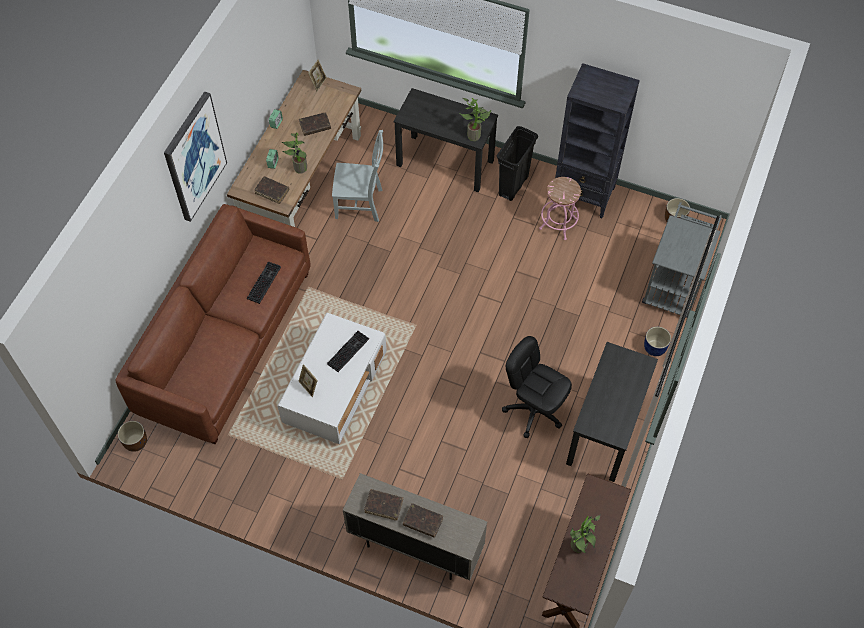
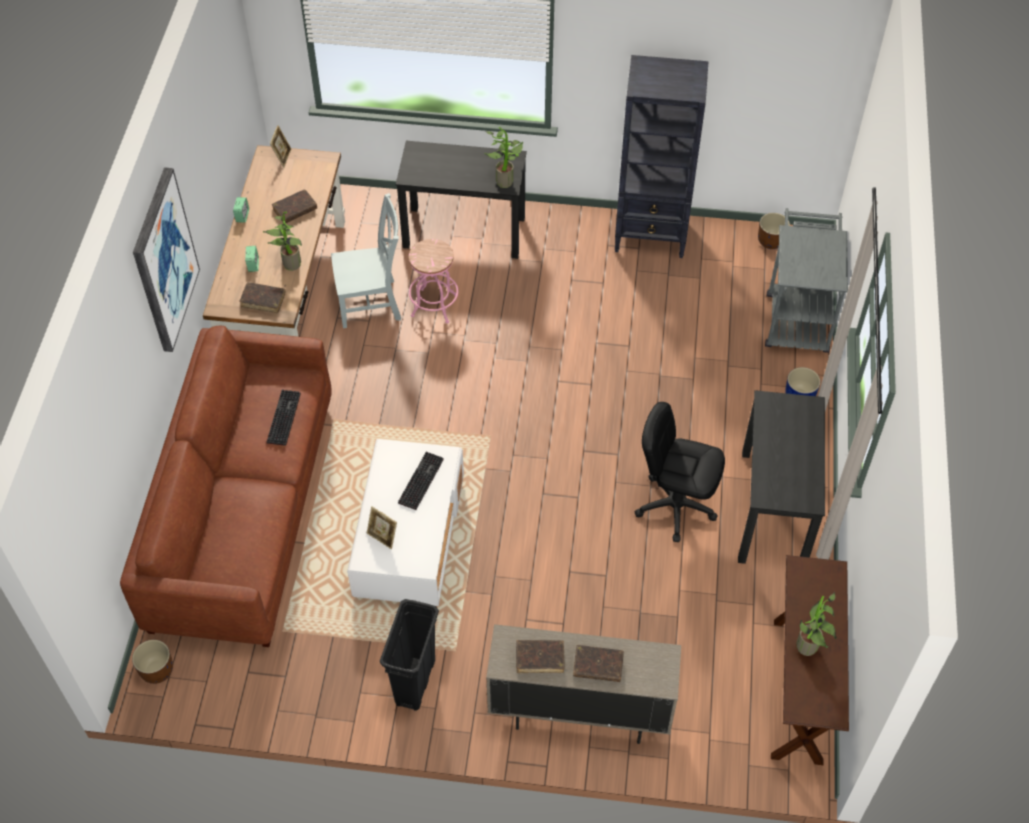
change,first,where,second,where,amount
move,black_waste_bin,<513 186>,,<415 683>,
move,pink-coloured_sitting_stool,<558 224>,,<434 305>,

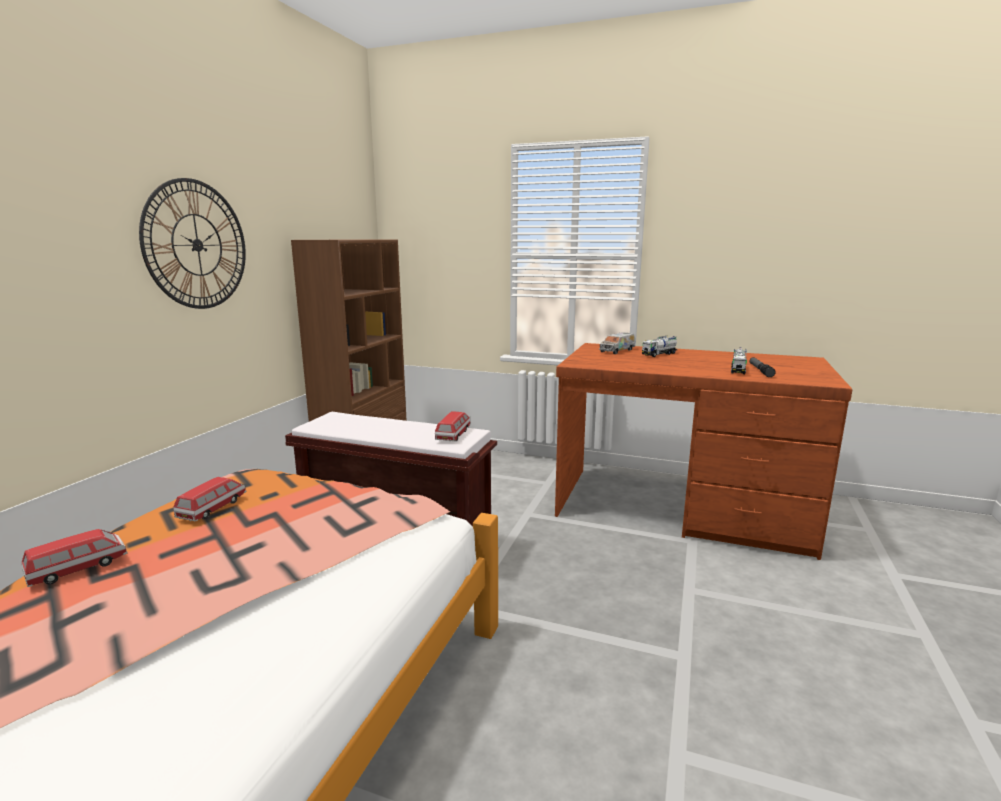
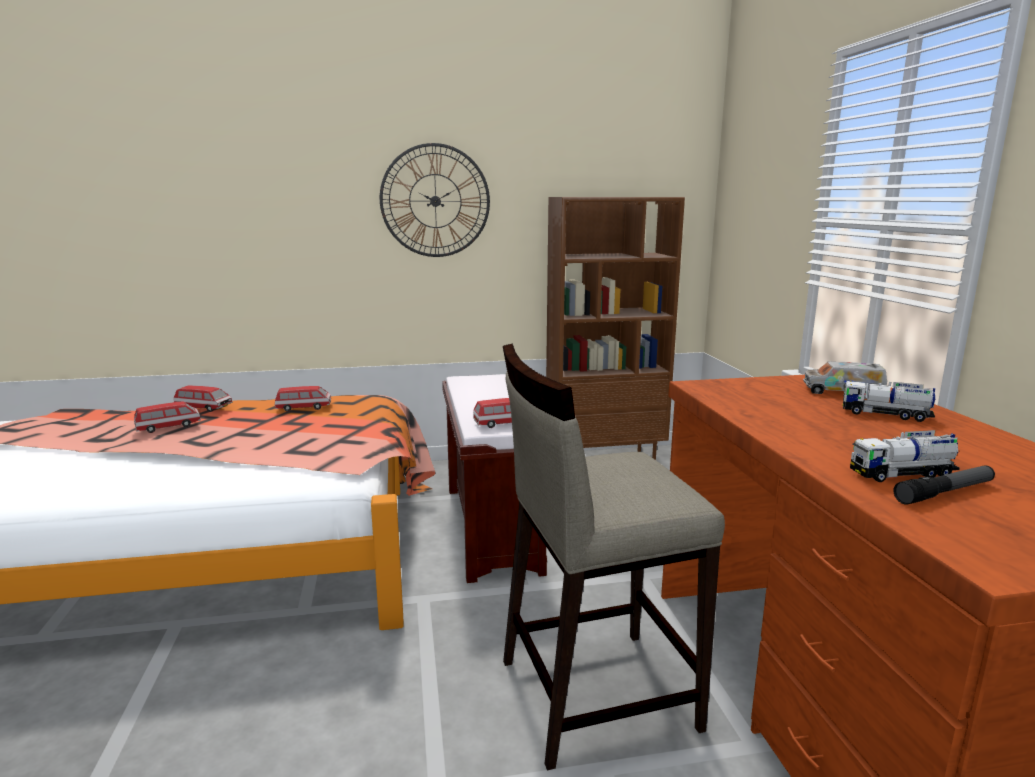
change,first,where,second,where,amount
insert,,,toy_car,<168 427>,
insert,,,sand-coloured_sitting_stool,<594 693>,

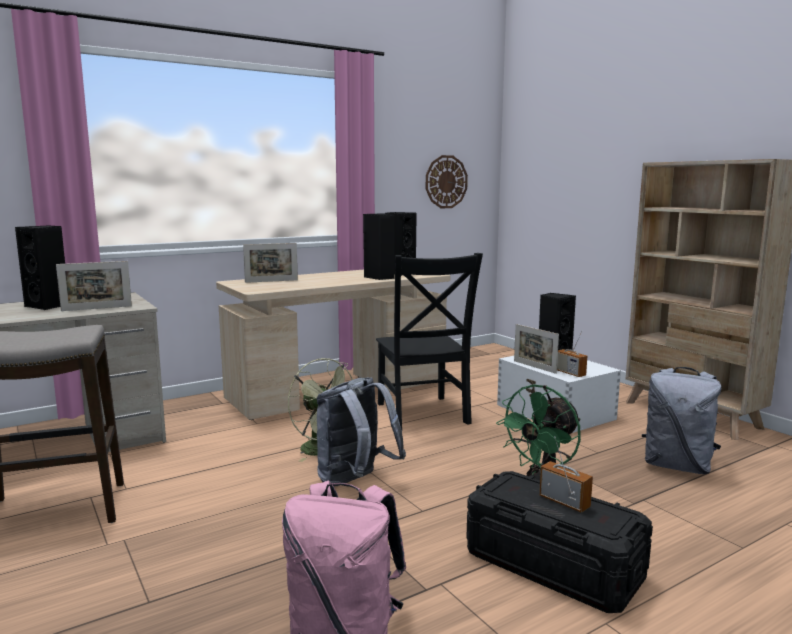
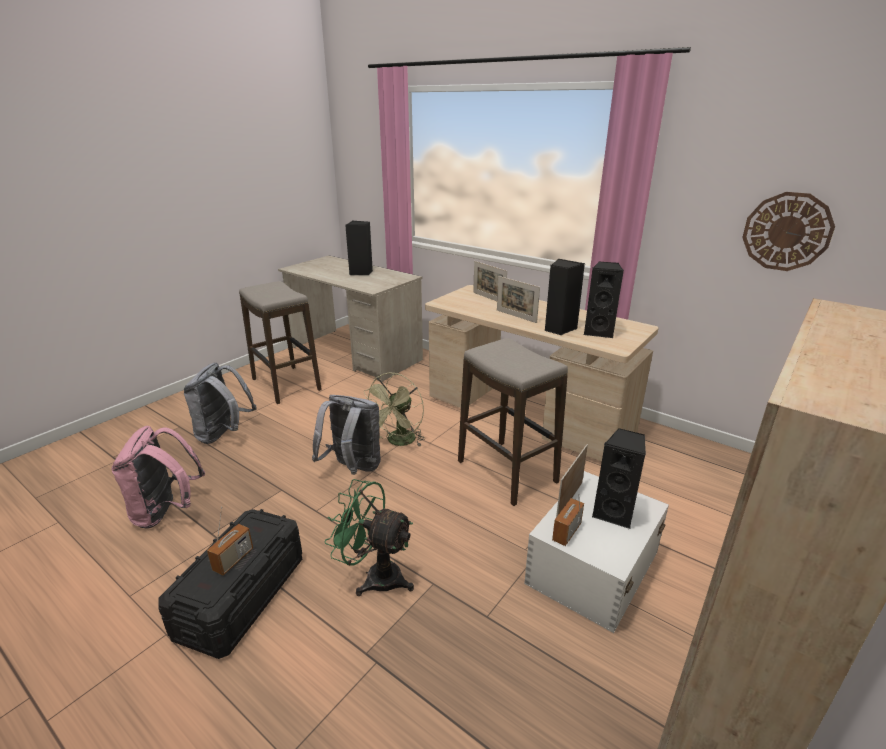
change,first,where,second,where,amount
move,standing_frame,<97 308>,,<516 316>,
move,gray_knapsack,<677 466>,,<223 434>,
replace,black_plain_chair,<423 415>,sitting_stool,<506 472>,

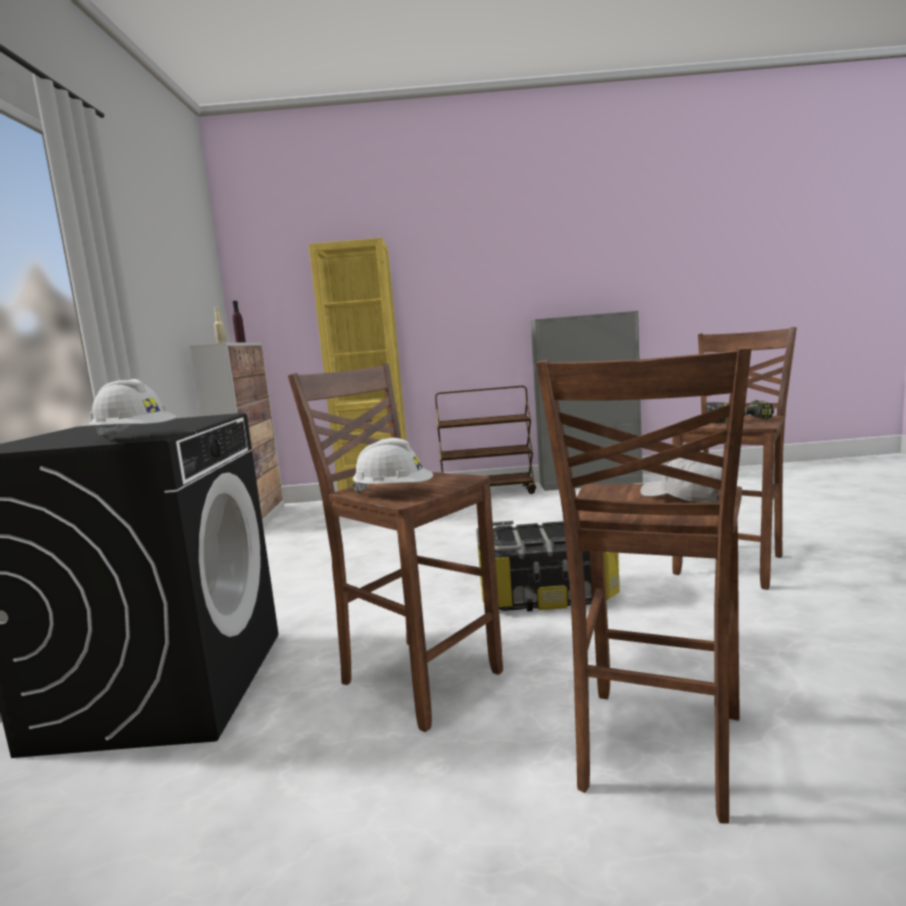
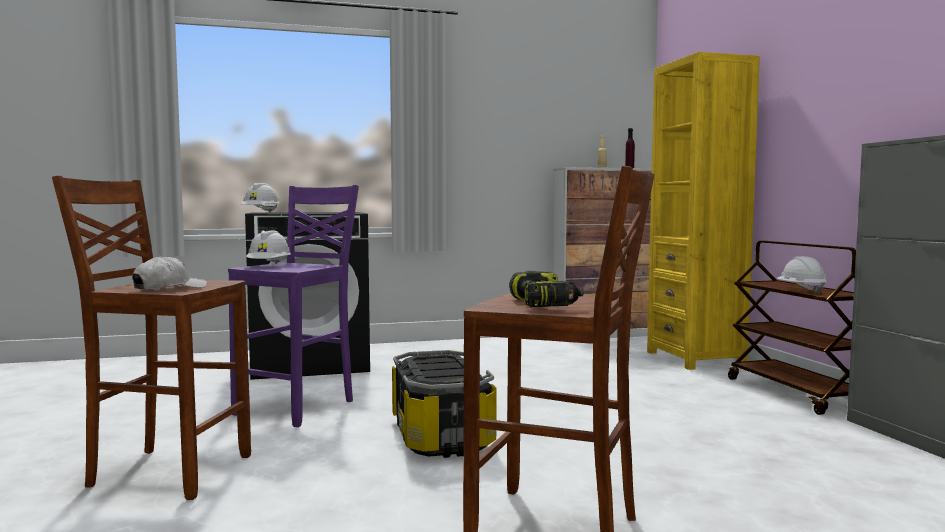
change,first,where,second,where,amount
insert,,,white-coloured_safety_helmet,<800 290>,
recolor,brown-coloured_sitting_stool,<417 677>,purple_sitting_stool,<299 407>,

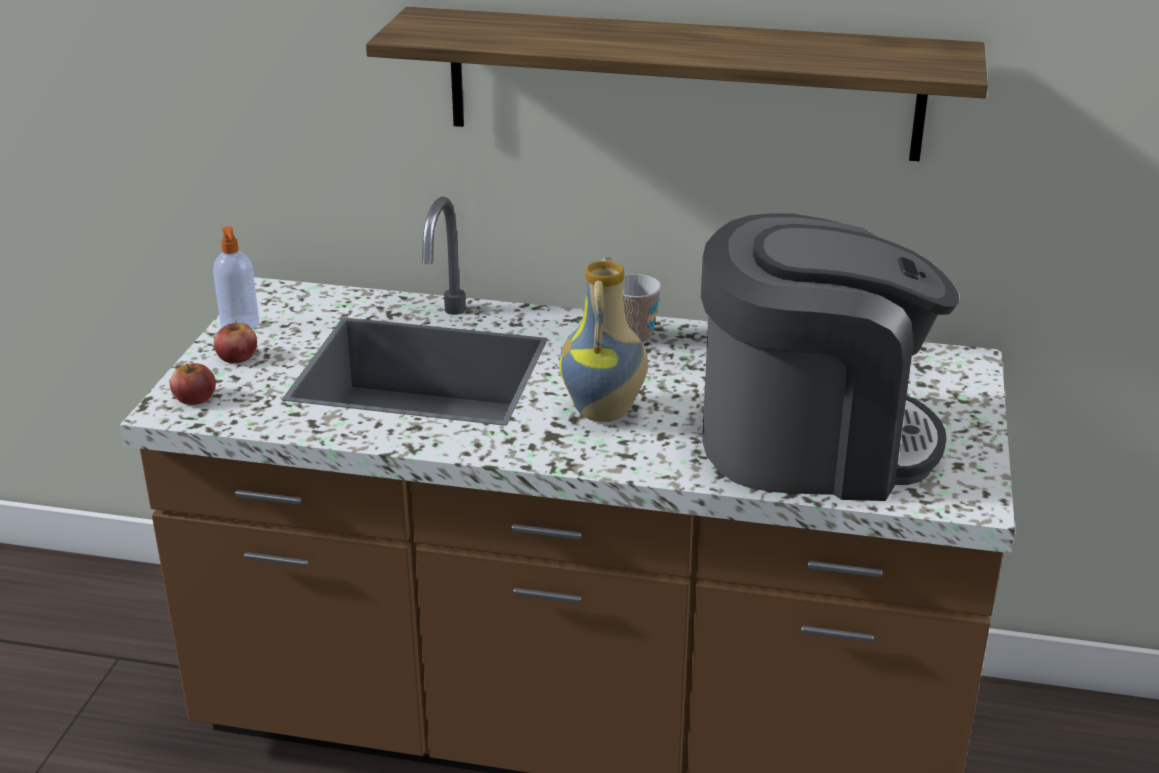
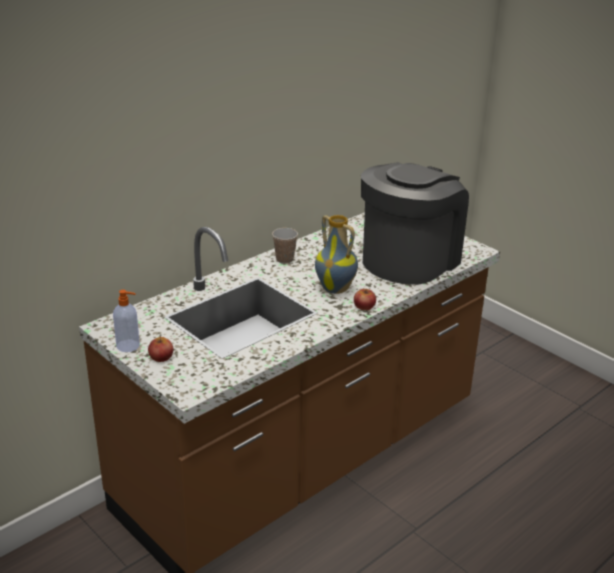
change,first,where,second,where,amount
delete,wall_shelf,<682 83>,,,
move,apple,<195 397>,,<364 306>,

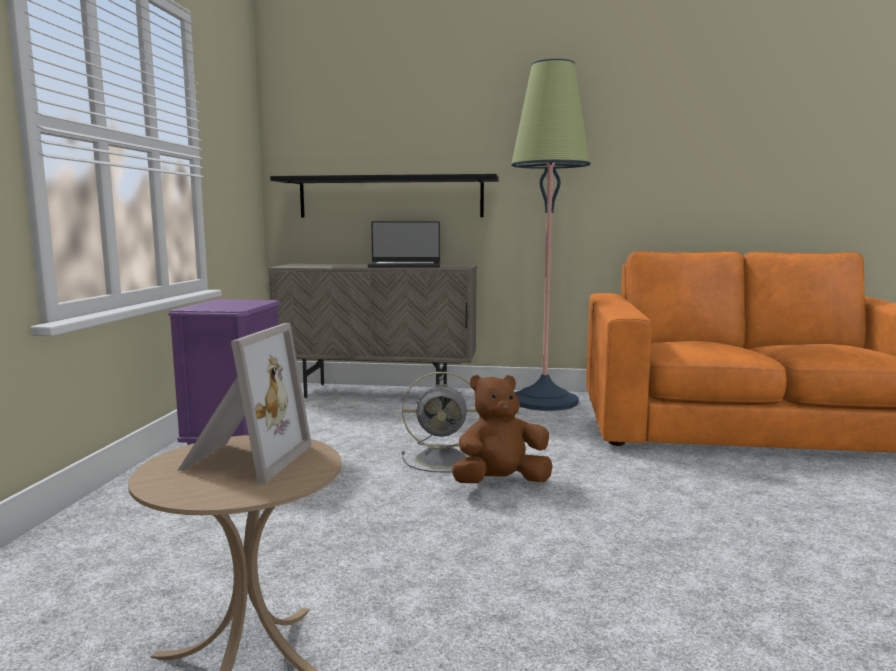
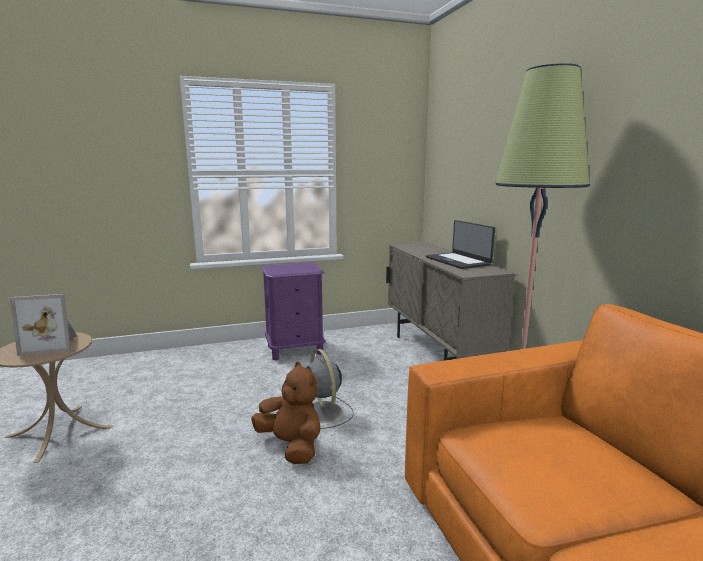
change,first,where,second,where,amount
delete,black_wall_shelf,<390 197>,,,

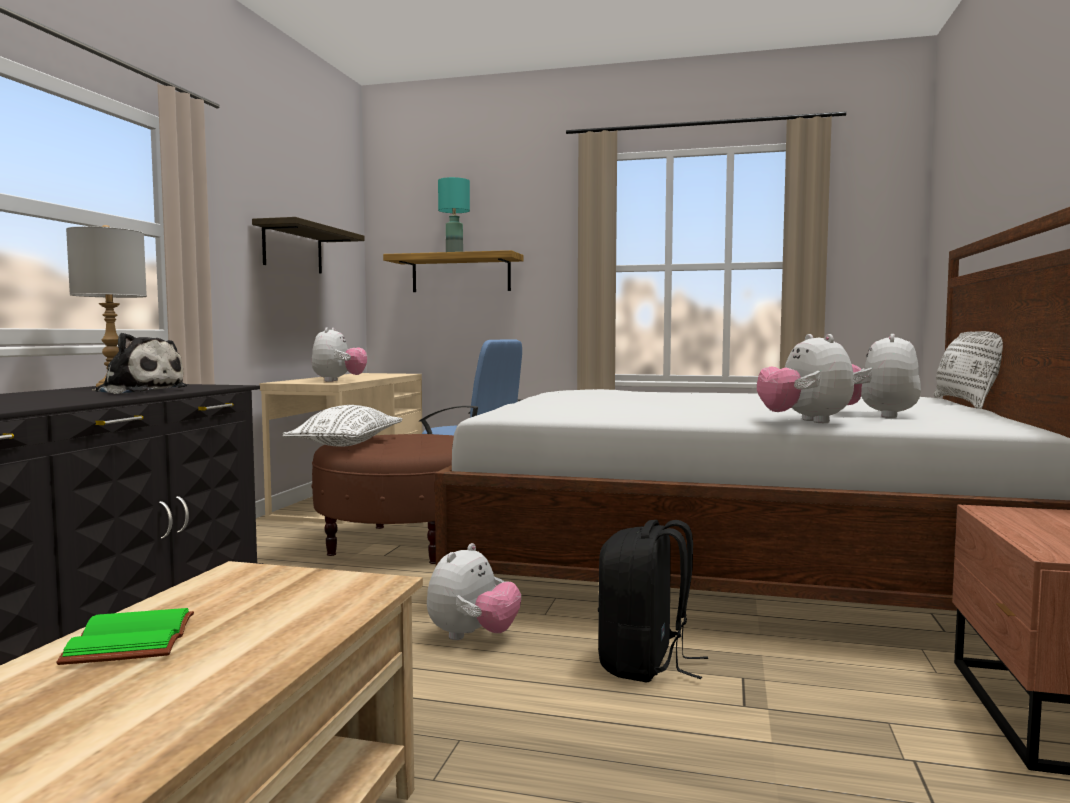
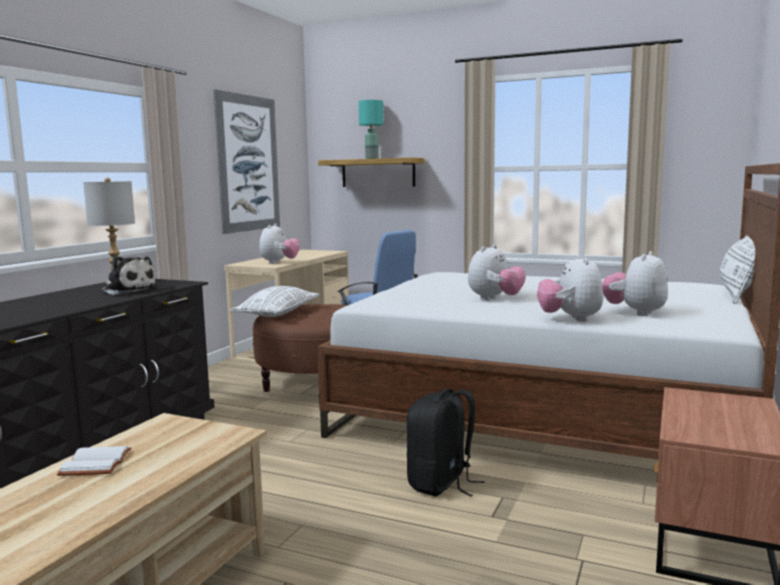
change,first,where,second,where,amount
move,soft_toy,<472 636>,,<495 299>,
replace,wall_shelf,<293 249>,wall_art,<248 163>,
recolor,green_volume,<134 641>,white-coloured_volume,<97 464>,

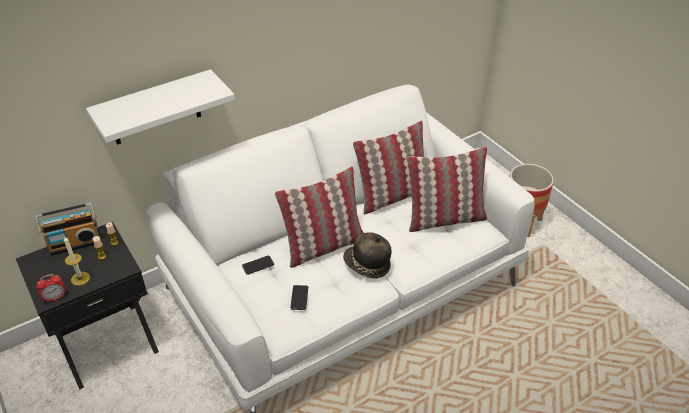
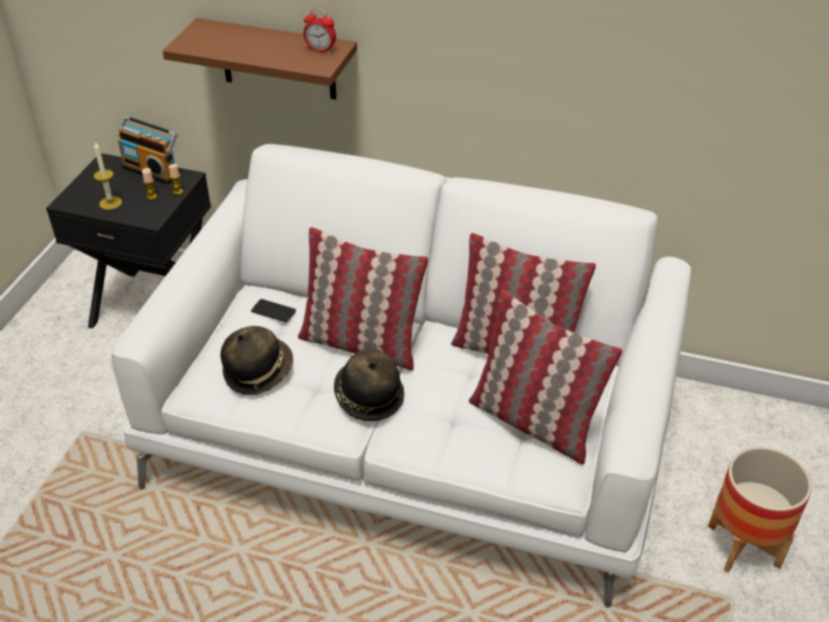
change,first,where,second,where,amount
move,alarm_clock,<55 298>,,<321 50>,
replace,phone,<299 298>,clothing_hat,<258 371>,
recolor,white-coloured_wall_shelf,<155 108>,brown-coloured_wall_shelf,<278 60>,

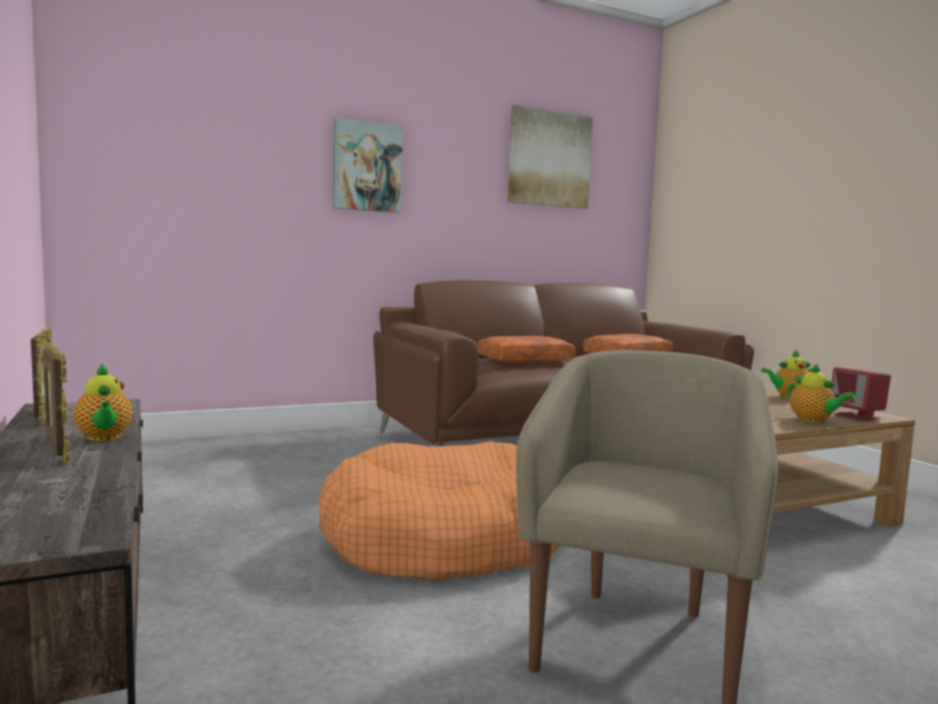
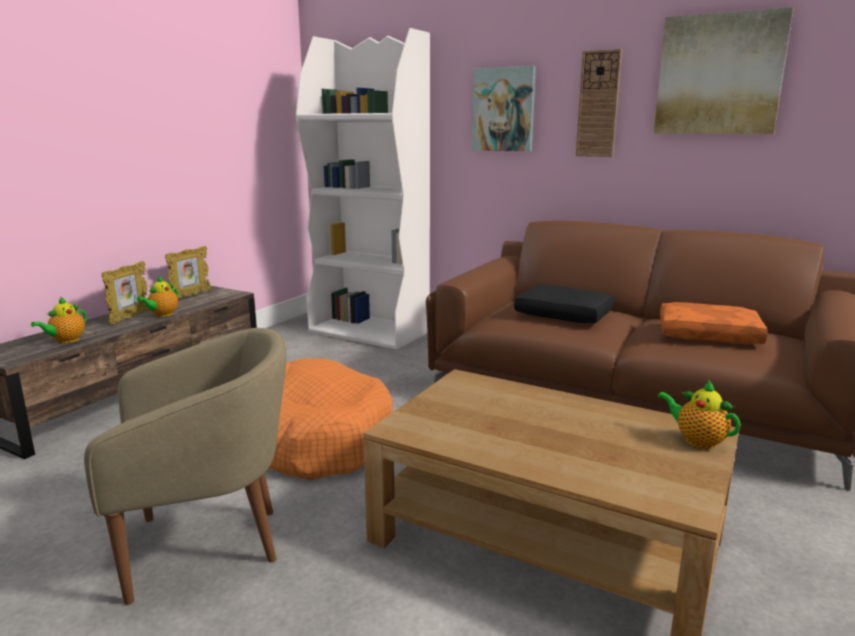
change,first,where,second,where,amount
delete,red-coloured_audio_speaker,<857 416>,,,
insert,,,white-coloured_bookshelf,<370 332>,
insert,,,hanging_clock,<598 104>,
move,tea_pot,<813 421>,,<66 341>,
recolor,orangey_cushion,<525 360>,black_cushion,<564 314>,

